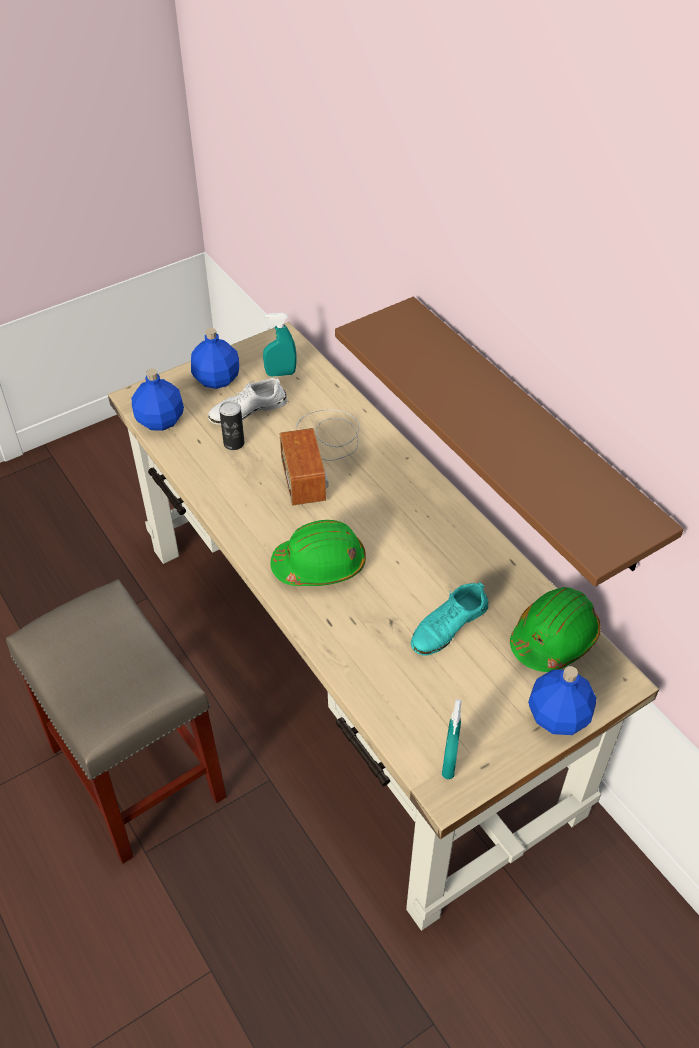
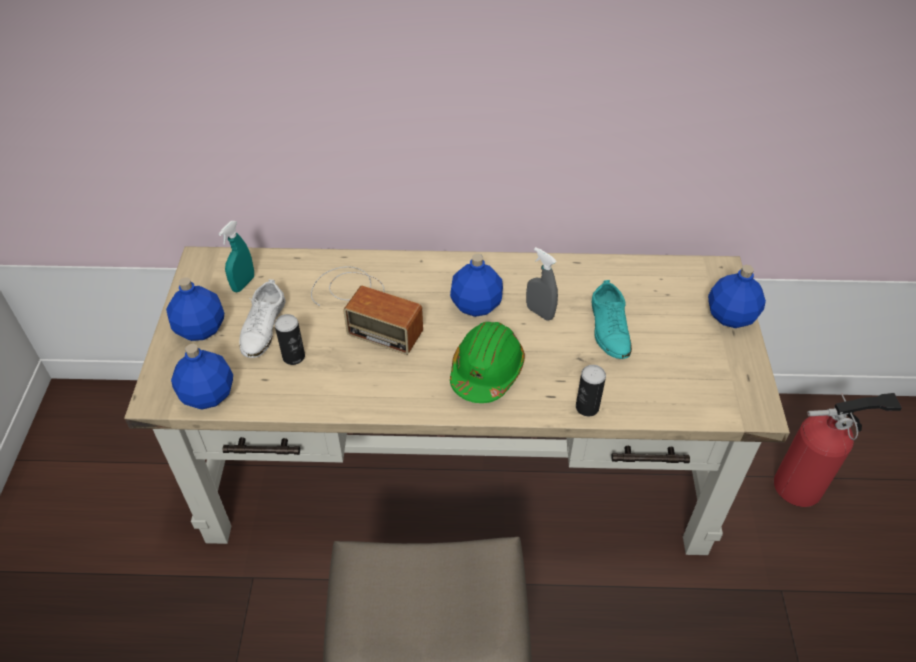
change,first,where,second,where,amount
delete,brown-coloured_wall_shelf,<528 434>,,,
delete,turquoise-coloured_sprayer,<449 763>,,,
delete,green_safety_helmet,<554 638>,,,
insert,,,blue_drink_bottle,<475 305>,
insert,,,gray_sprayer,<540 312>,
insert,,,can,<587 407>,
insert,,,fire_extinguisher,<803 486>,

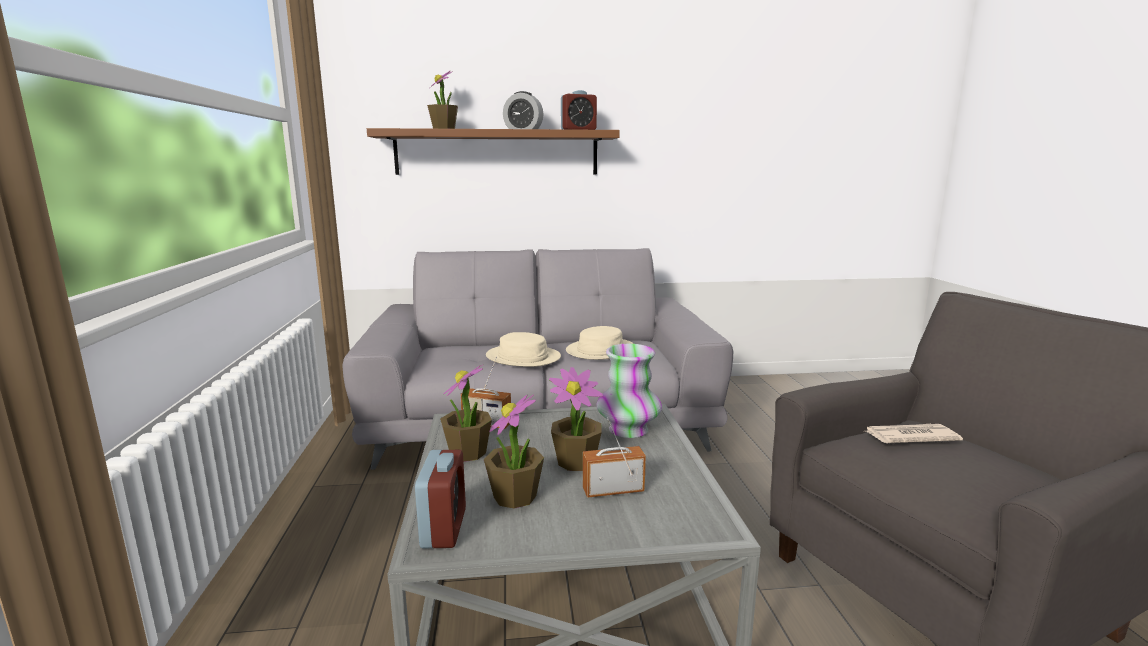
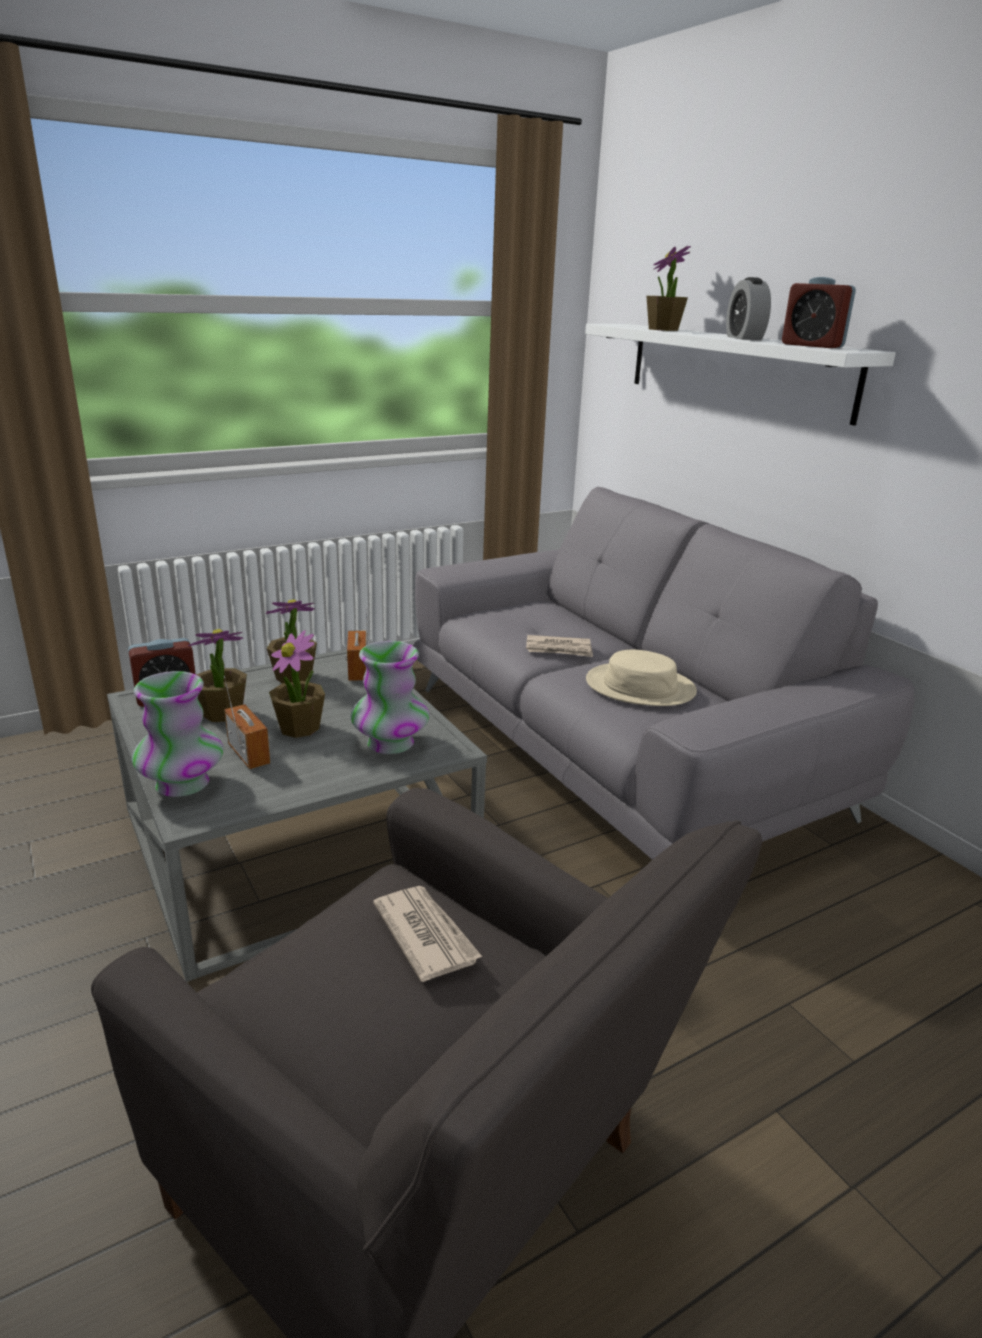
change,first,where,second,where,amount
insert,,,vase,<183 783>,
replace,sand-coloured_clothing_hat,<523 357>,printed_paper,<559 649>,
recolor,brown-coloured_wall_shelf,<497 153>,white-coloured_wall_shelf,<735 369>,

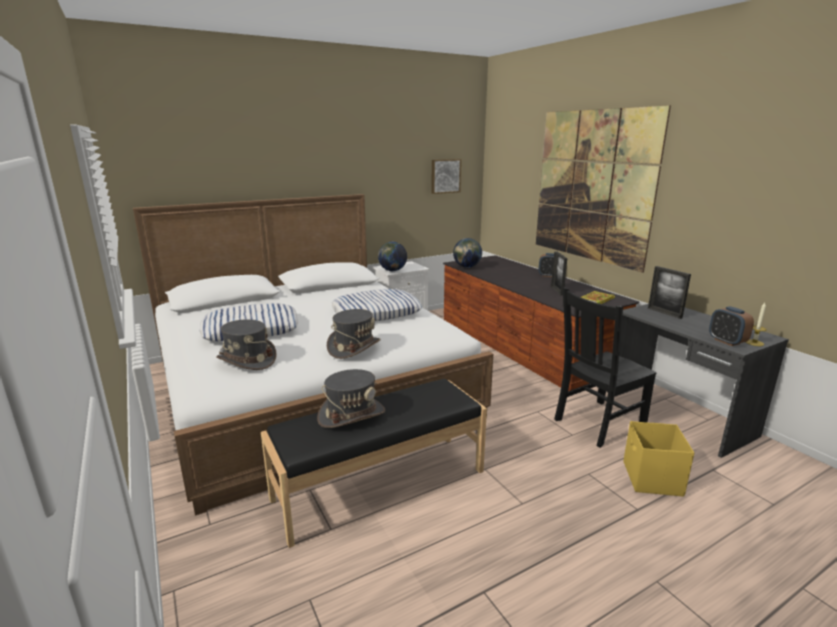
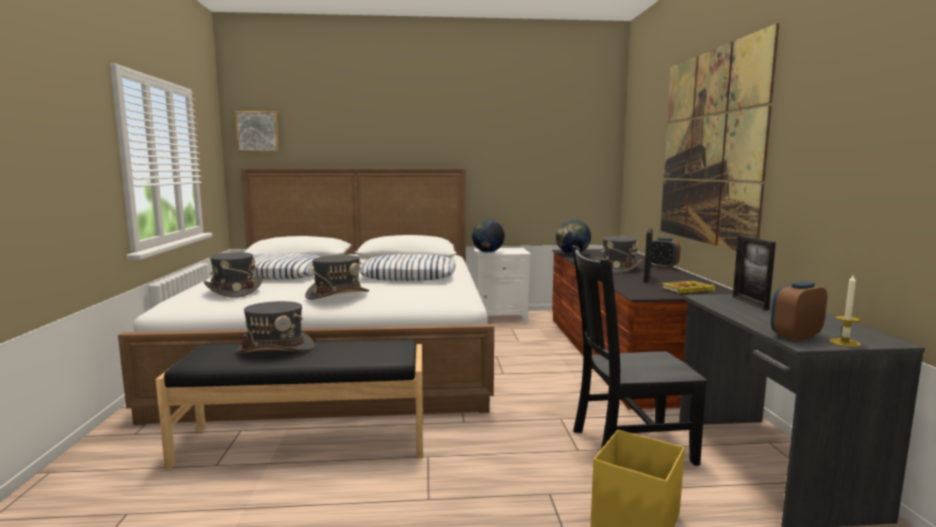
change,first,where,second,where,amount
insert,,,gray_clothing_hat,<617 268>,
move,wall_art,<445 176>,,<258 131>,
rotate,alarm_clock,<726 341>,,<795 336>,60 degrees clockwise

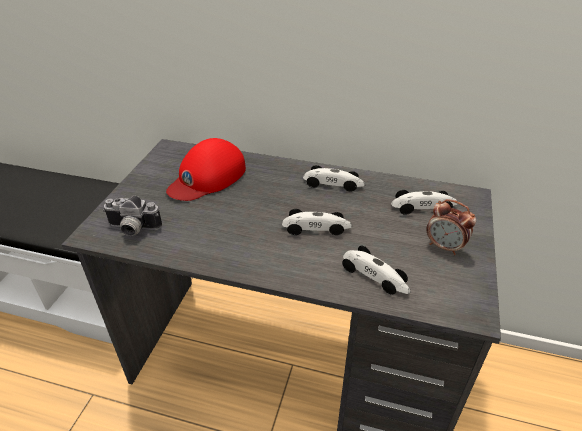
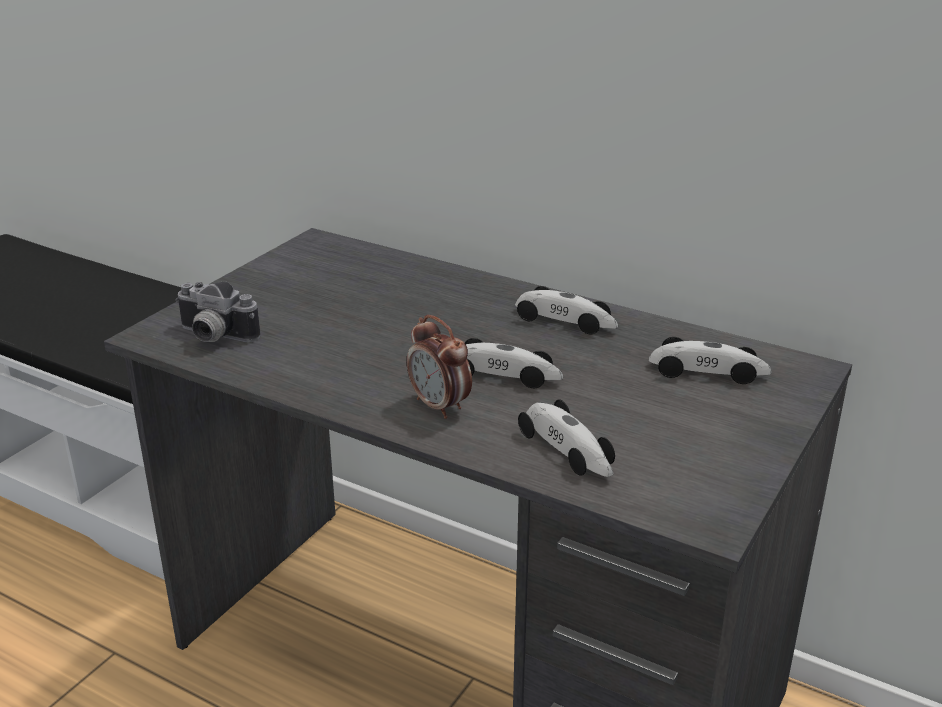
change,first,where,second,where,amount
delete,red-coloured_baseball_cap,<207 177>,,,
move,alarm_clock,<444 247>,,<439 406>,

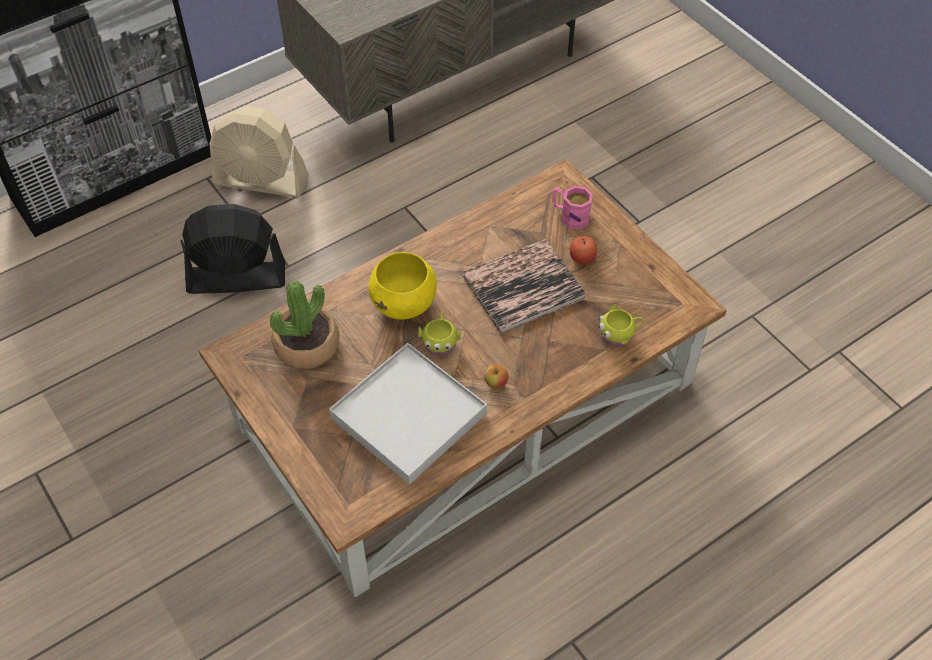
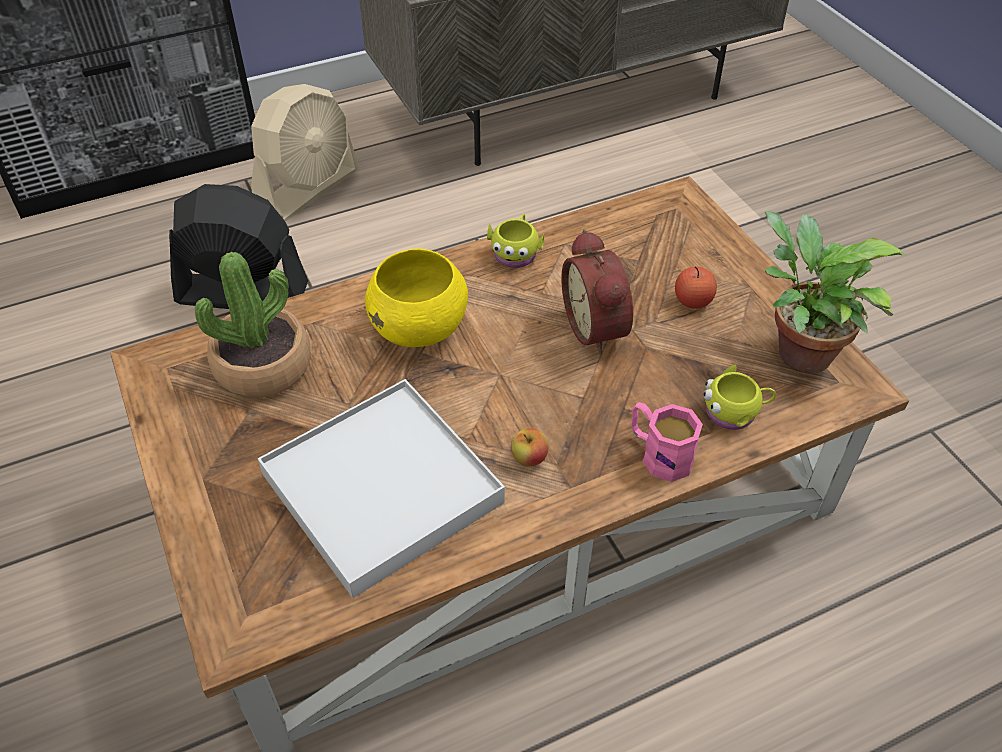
change,first,where,second,where,amount
insert,,,potted_plant,<796 353>,
move,yellow-coloured_mug,<440 341>,,<516 252>,
move,pink-coloured_mug,<569 216>,,<658 454>,
replace,volume,<523 286>,alarm_clock,<598 327>,
rotate,sand-coloured_cooling_fan,<261 181>,,<308 189>,75 degrees counterclockwise

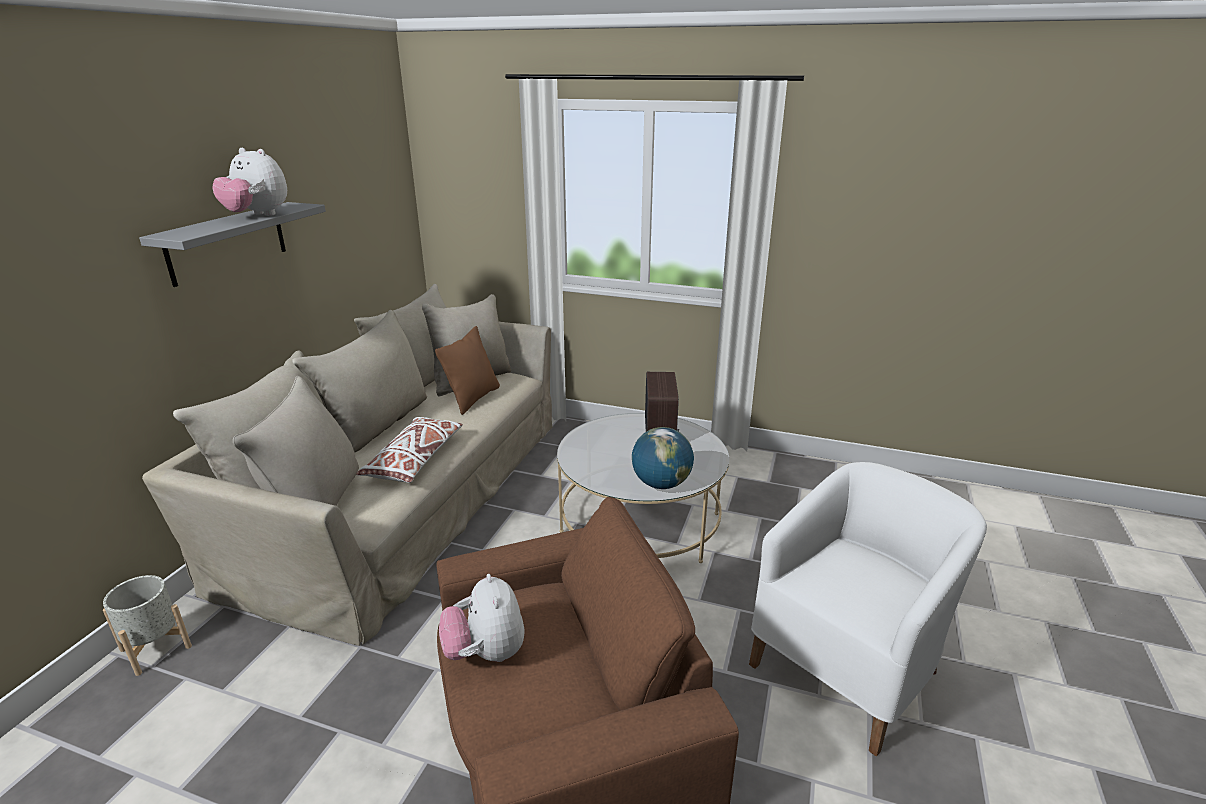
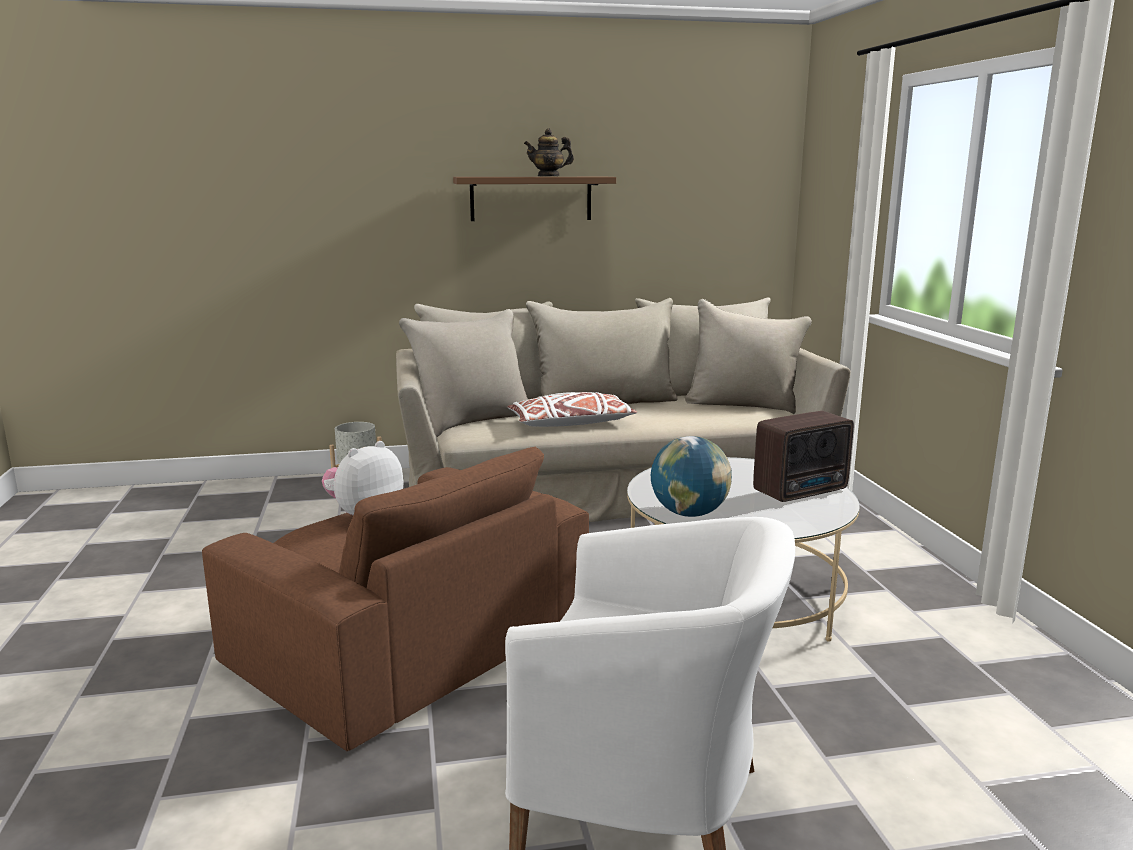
change,first,where,second,where,amount
delete,brown-coloured_cushion,<472 398>,,,
replace,soft_toy,<257 215>,tea_pot,<548 176>,
recolor,gray_wall_shelf,<227 242>,brown-coloured_wall_shelf,<531 198>,

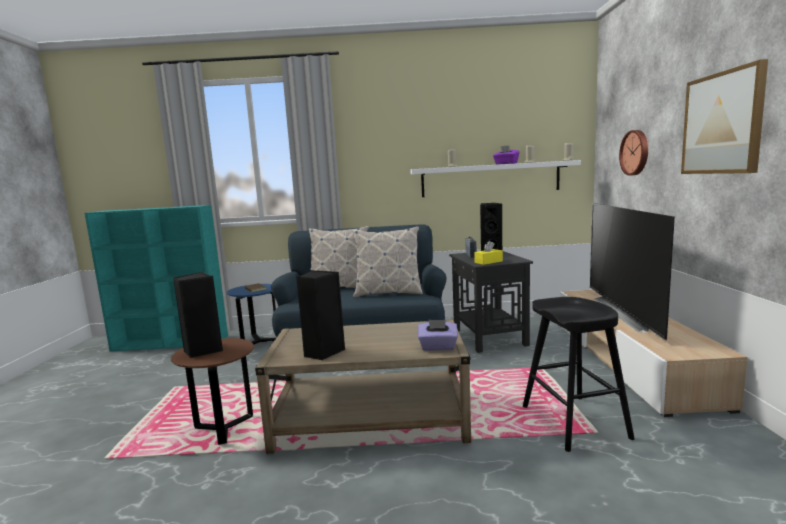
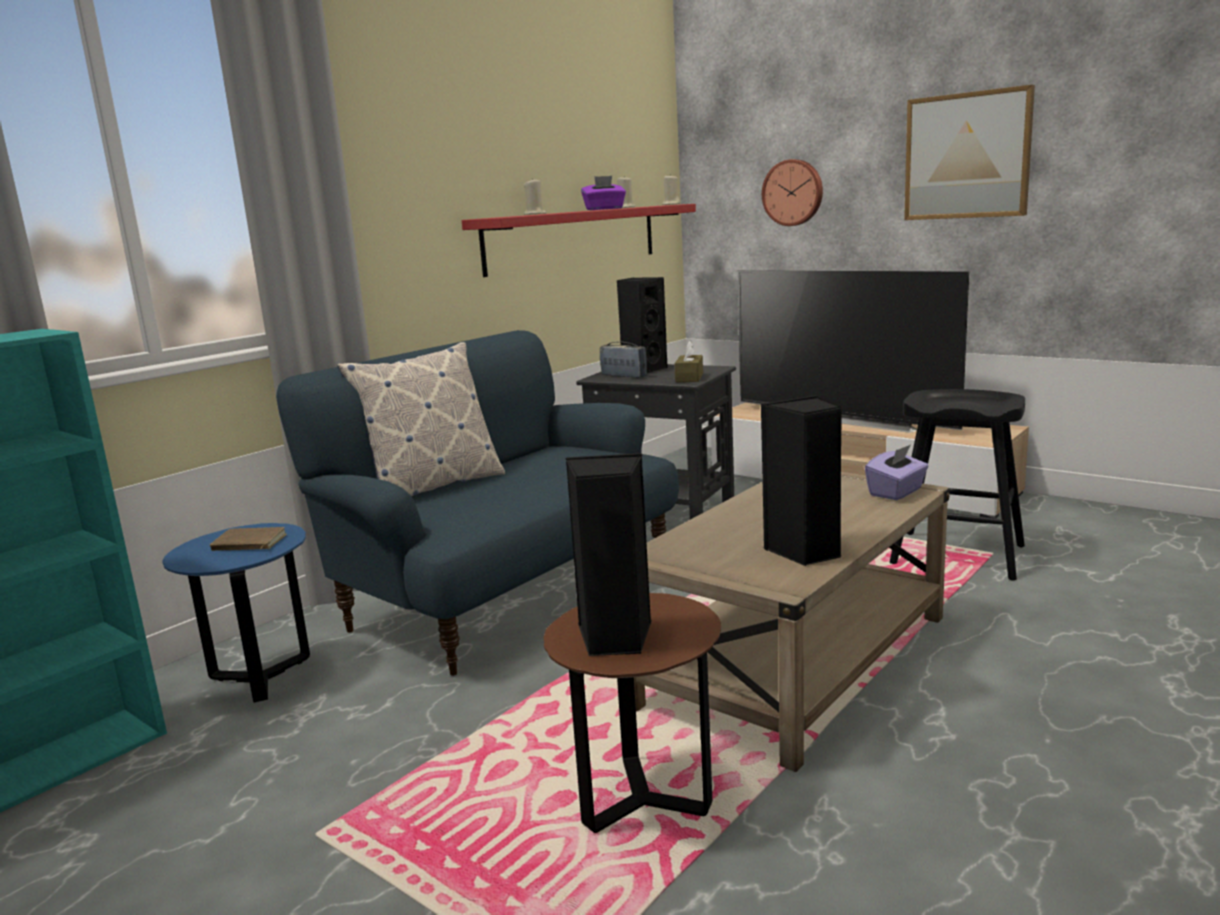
change,first,where,second,where,amount
delete,cushion,<388 293>,,,
recolor,white-coloured_wall_shelf,<490 179>,red-coloured_wall_shelf,<573 238>,
recolor,yellow-coloured_tissue_holder,<488 262>,brown-coloured_tissue_holder,<689 377>,

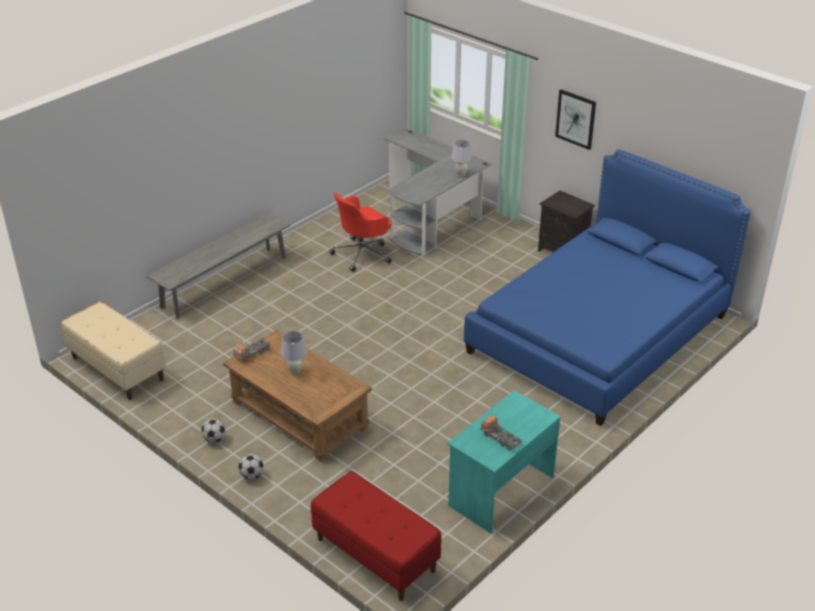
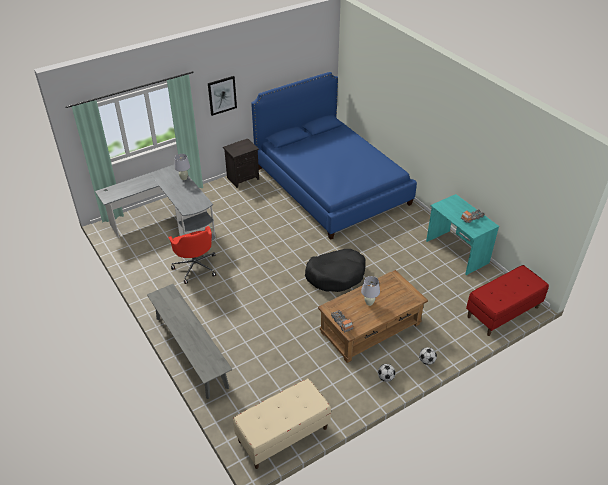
change,first,where,second,where,amount
insert,,,black_dog_bed,<336 275>,

